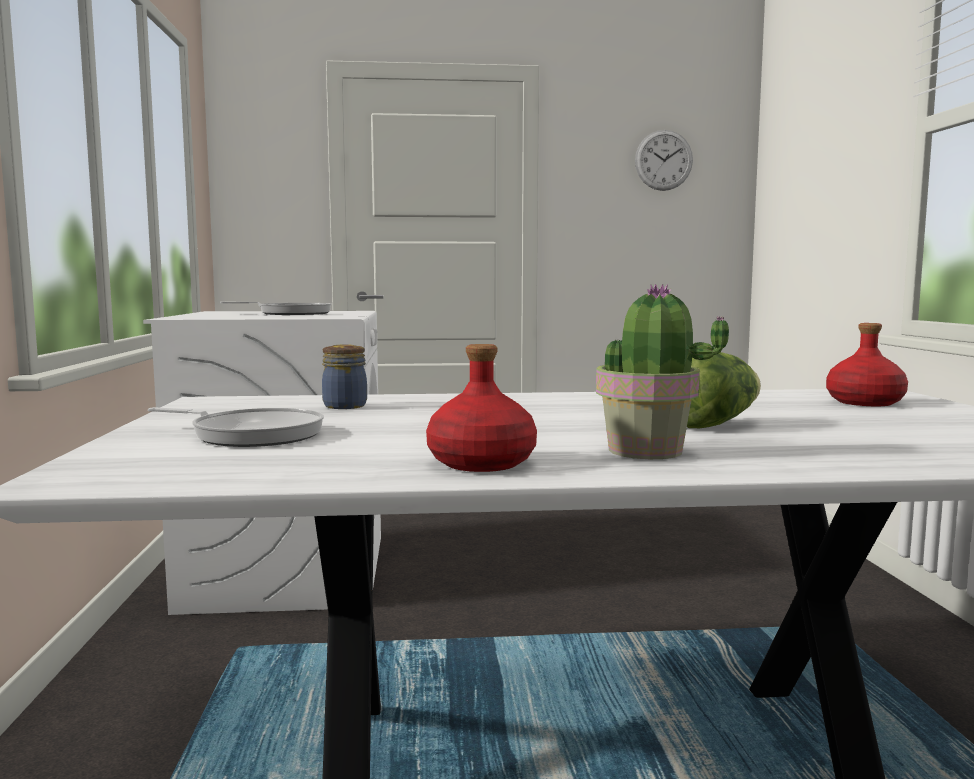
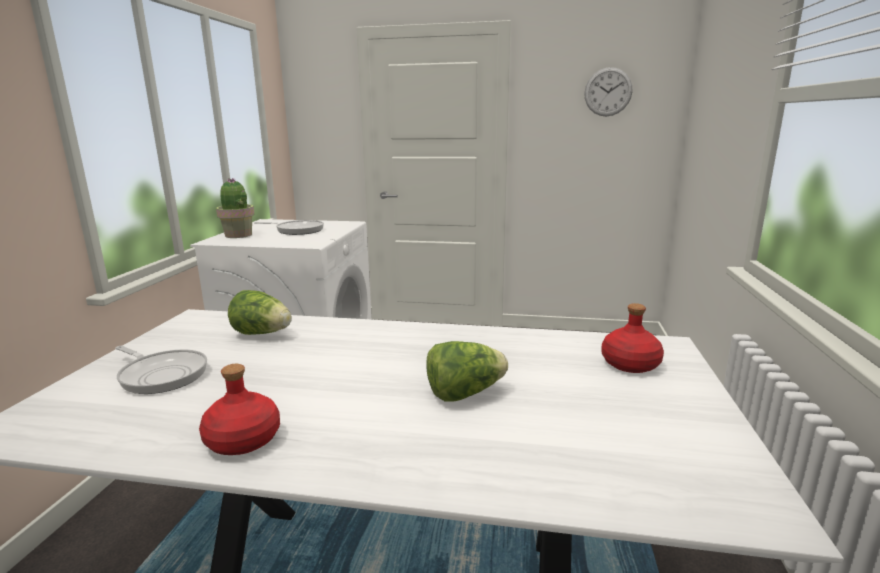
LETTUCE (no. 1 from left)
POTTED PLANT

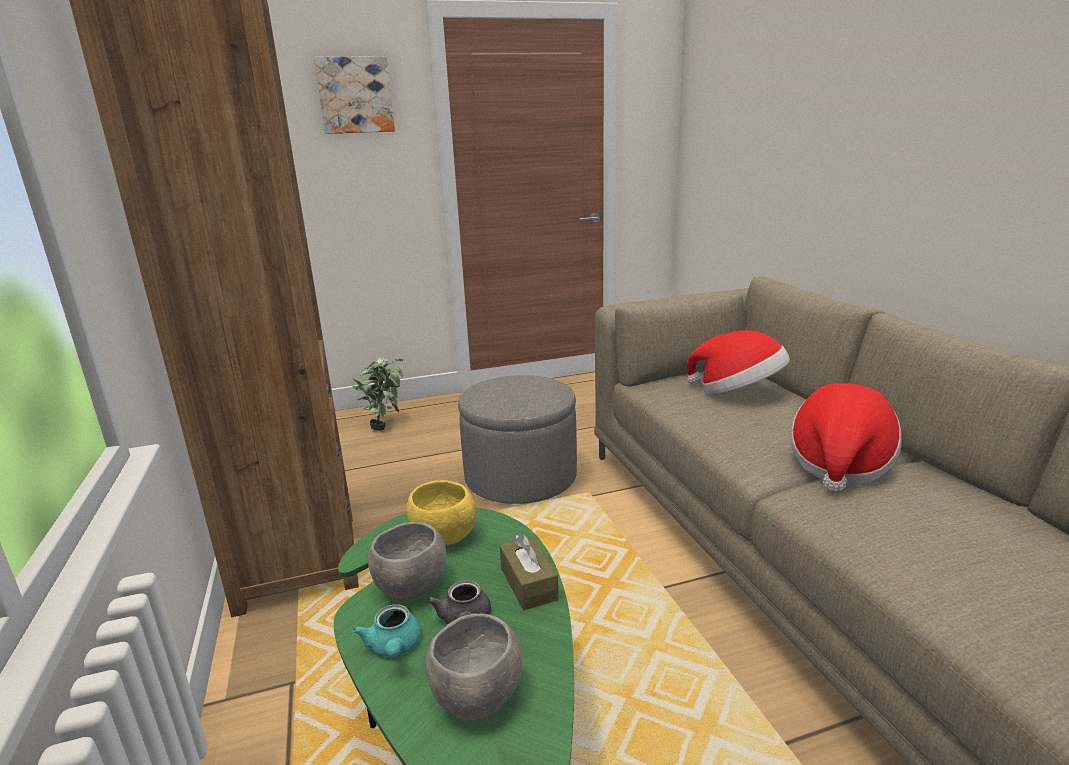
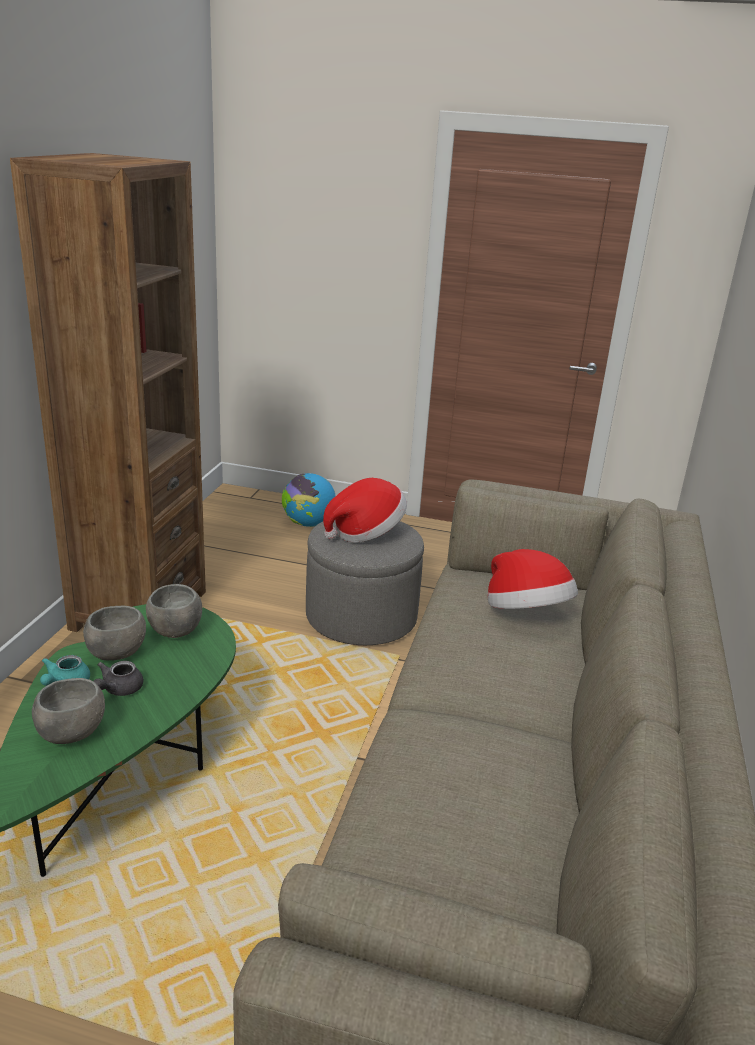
PICTURE
WORLD GLOBE
GRAY SERVING BOWL (no. 3 from left)
BROWNISH TISSUE HOLDER
HAT (no. 1 from left)

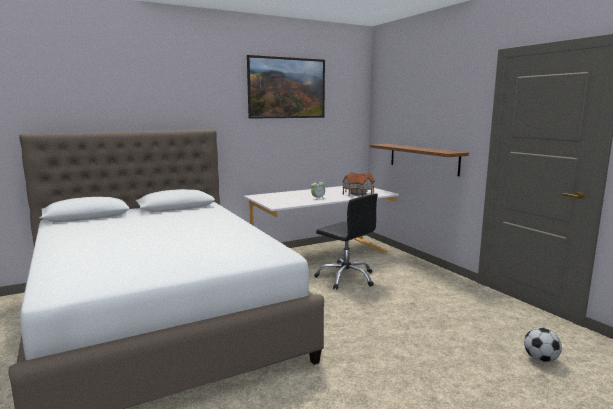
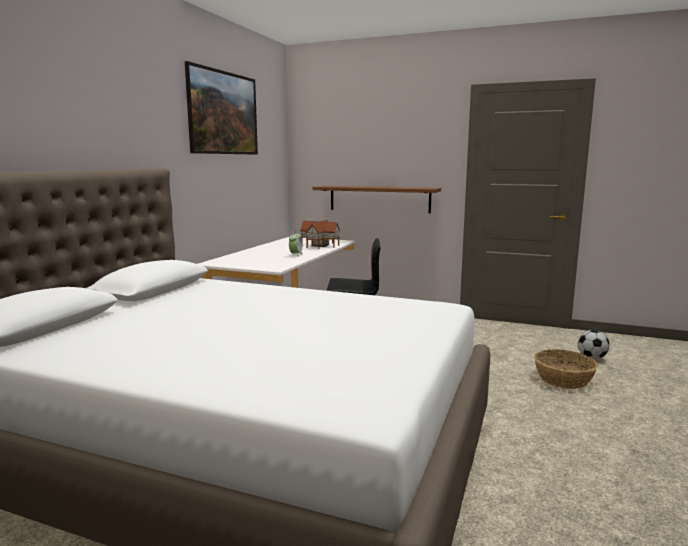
BASKET

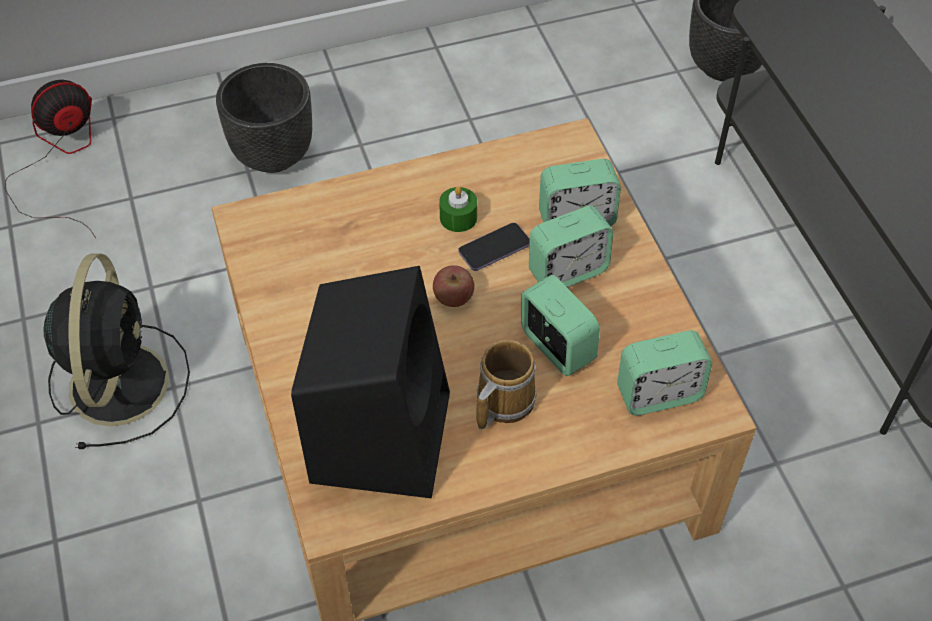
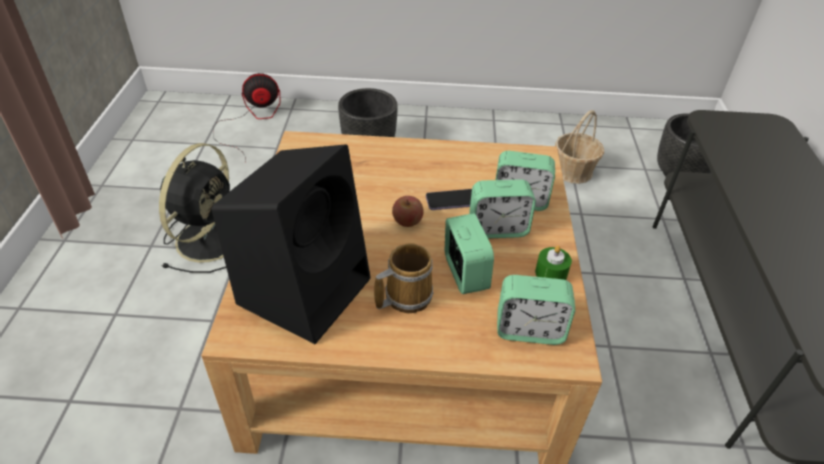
GREENISH WAX LIGHT
BASKET

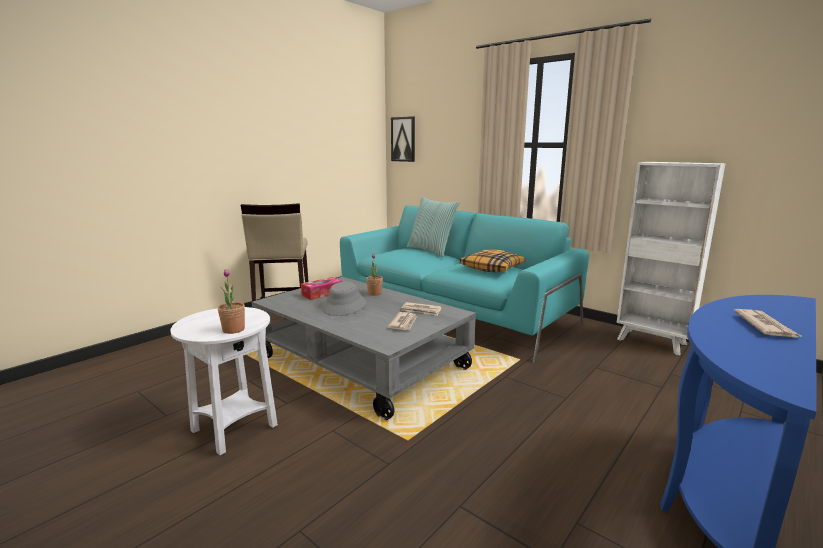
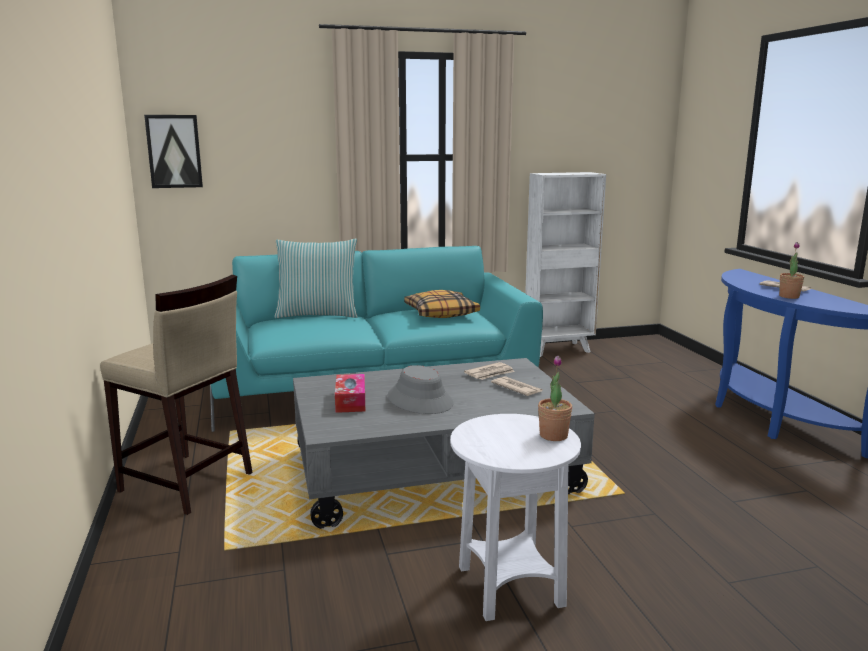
POTTED PLANT (no. 2 from left)

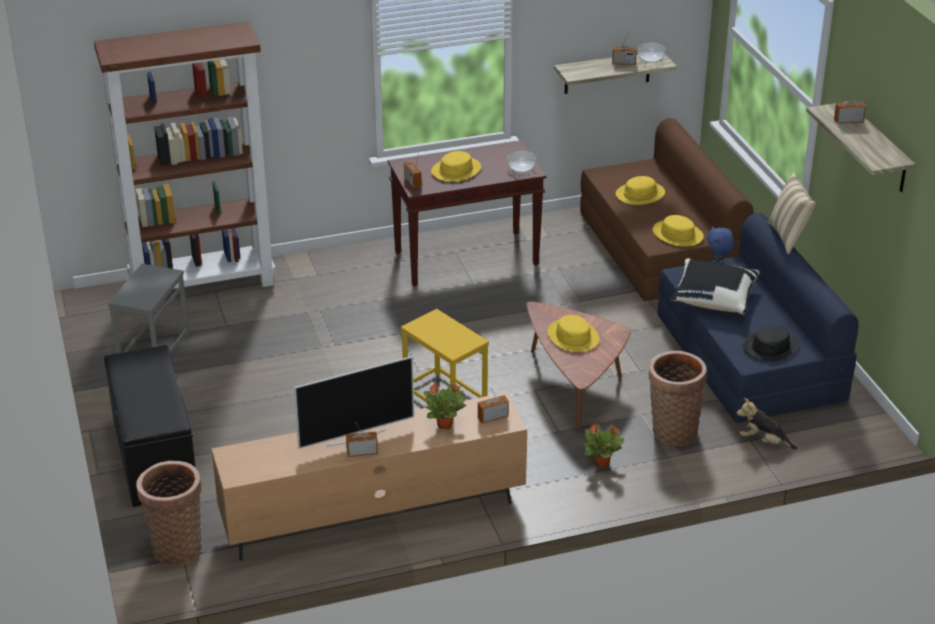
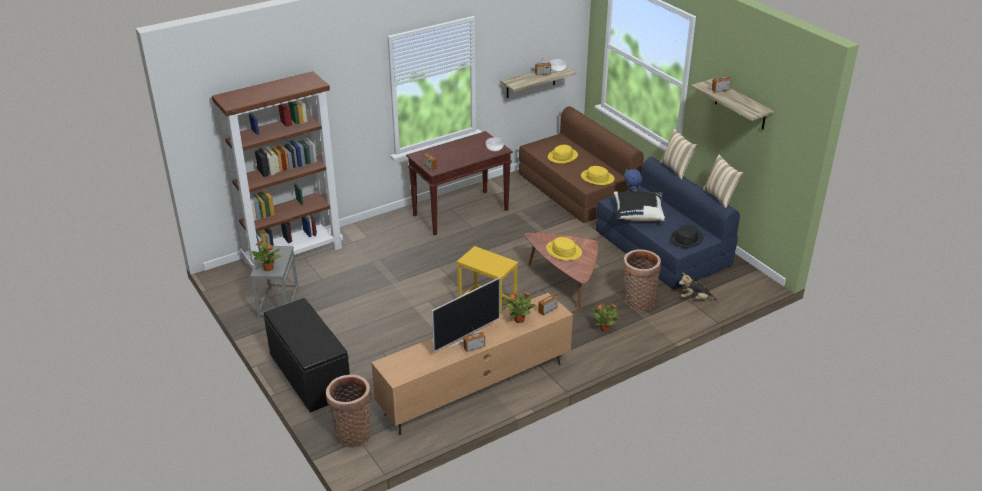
YELLOWISH HAT (no. 1 from left in the first image)
POTTED PLANT (no. 1 from left)
SAND-COLOURED PILLOW (no. 2 from left)

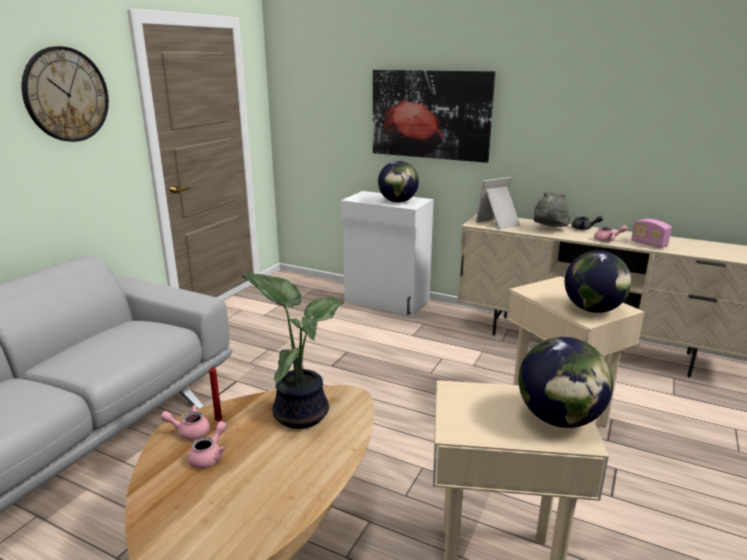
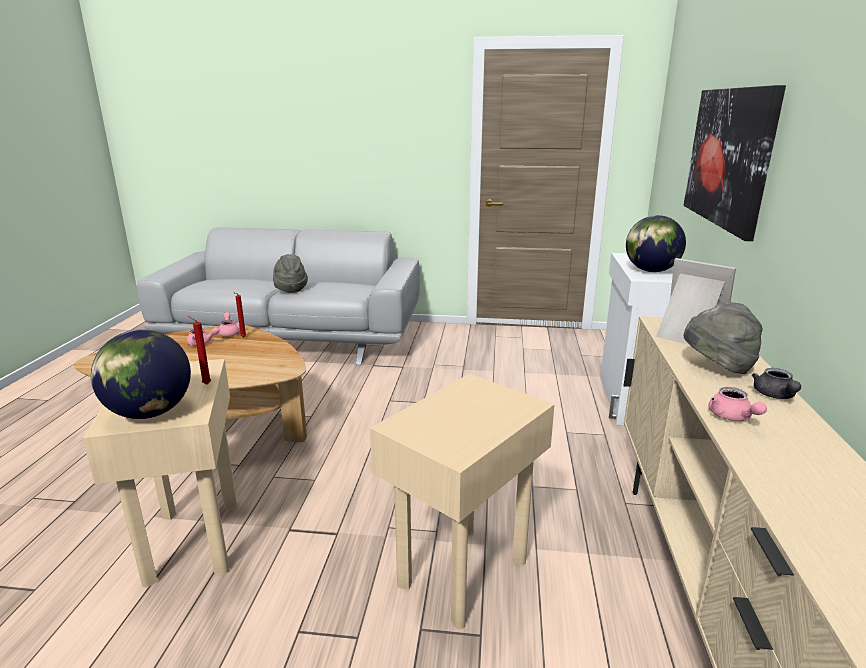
WALL CLOCK
POTTED PLANT
WORLD GLOBE (no. 3 from left in the first image)
RADIO SET
RED-COLOURED WAX LIGHT (no. 1 from left)
GRAY HAT (no. 1 from left)

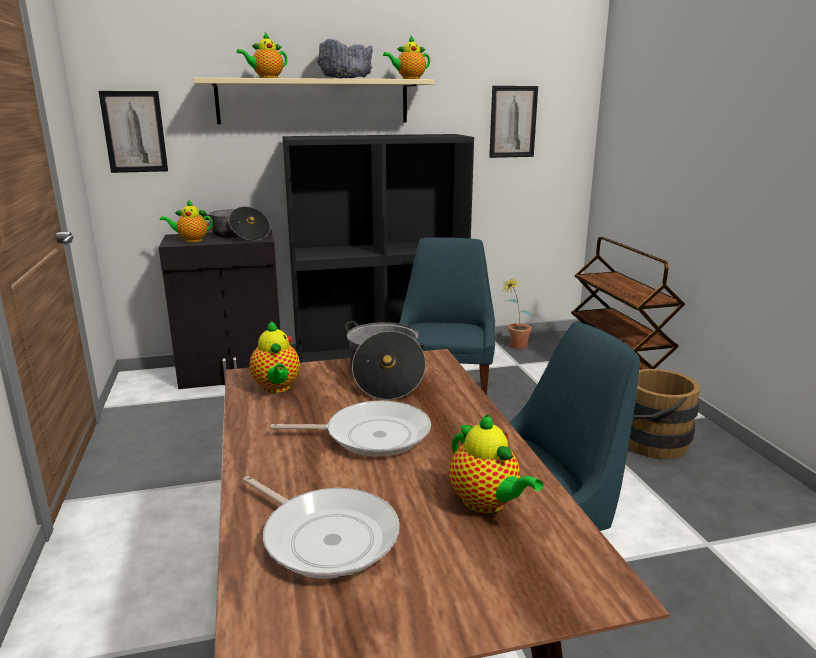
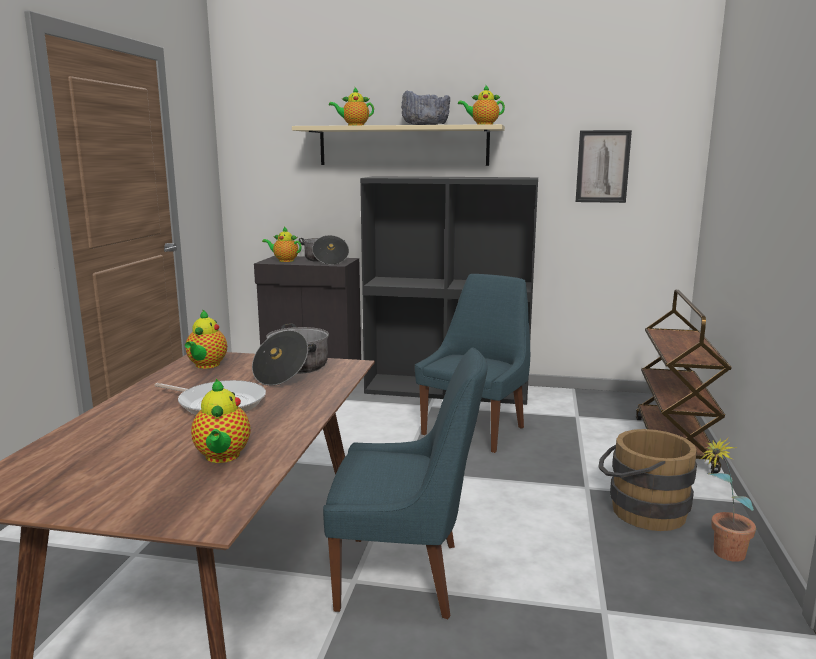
PICTURE (no. 1 from left in the first image)
FRYING PAN (no. 1 from left in the first image)
POTTED PLANT

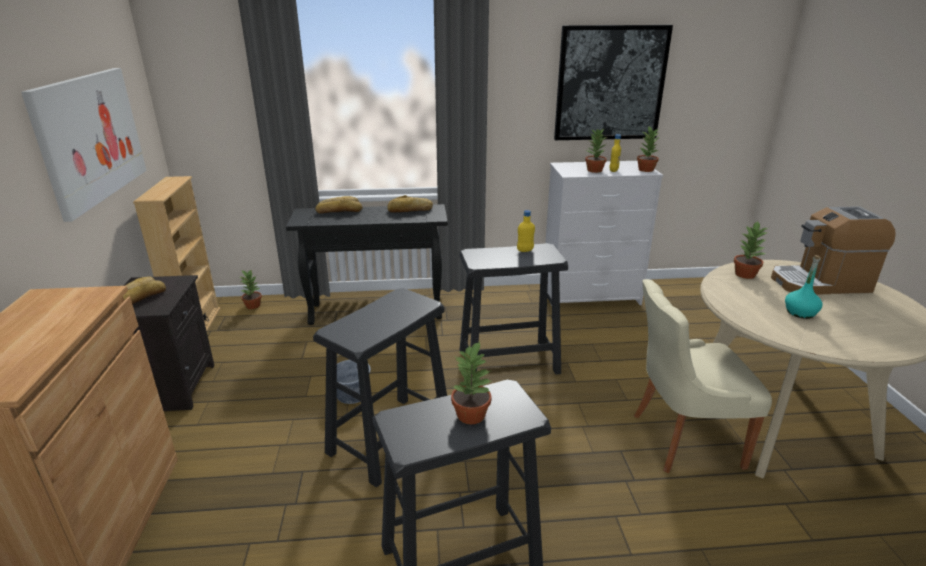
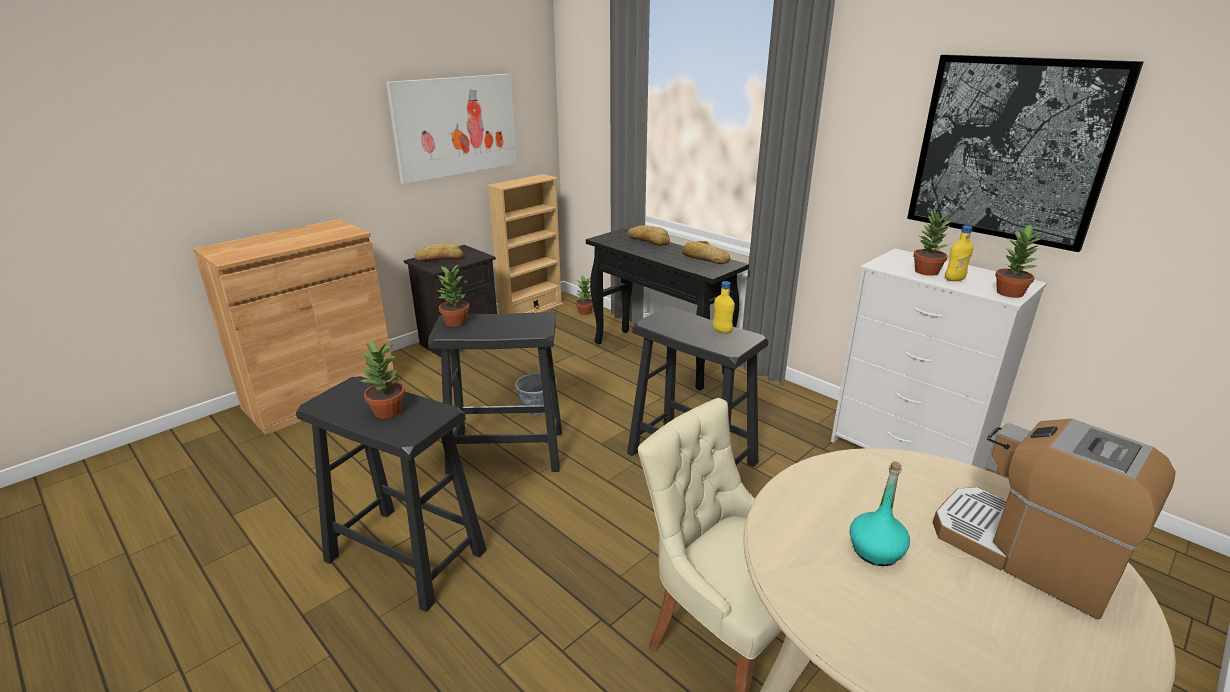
POTTED PLANT (no. 2 from left)

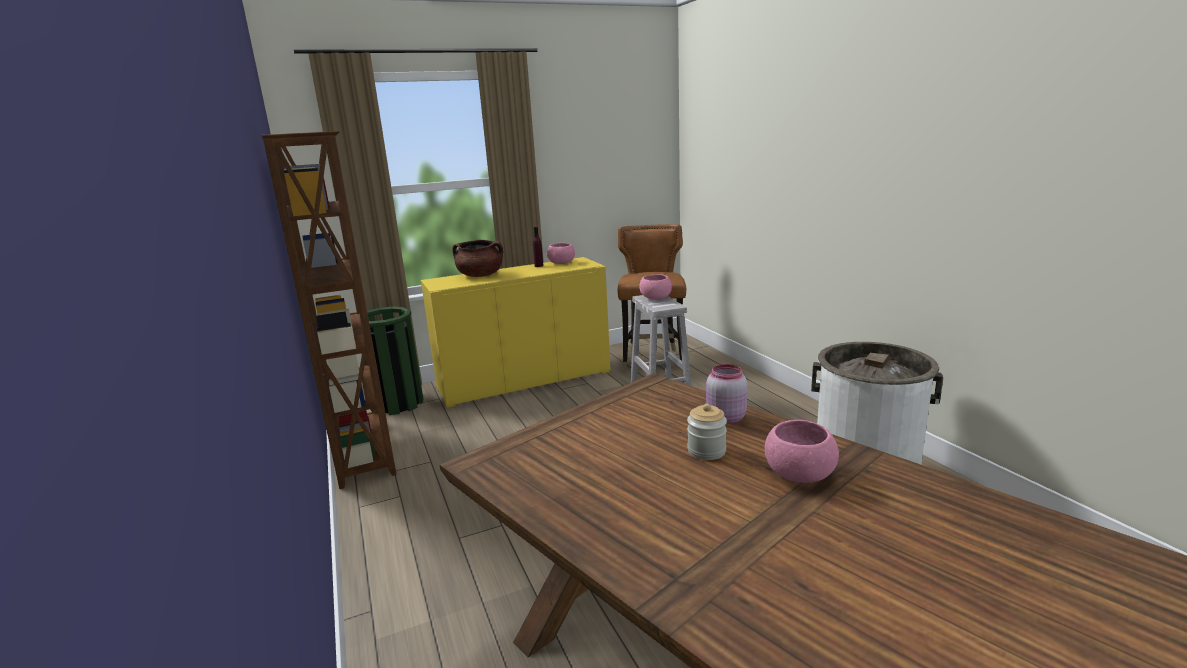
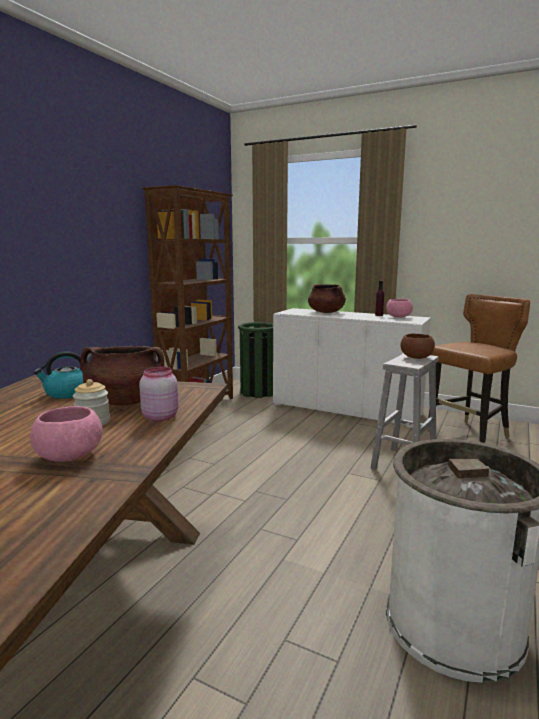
WHITE CUPBOARD
BROWNISH SERVING BOWL
WATER KETTLE
BROWNISH SAUCEPOT (no. 1 from left)

